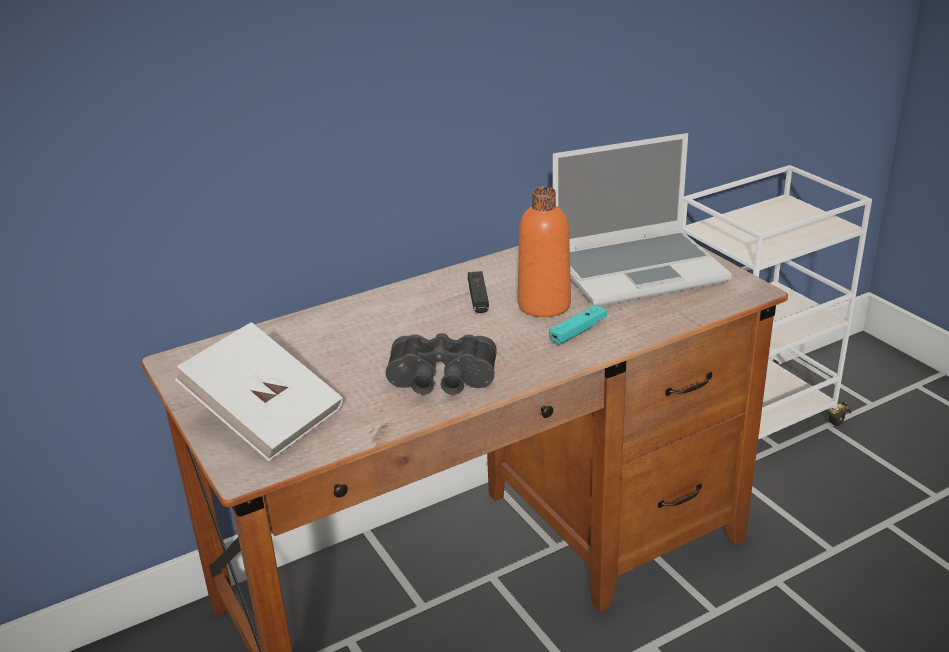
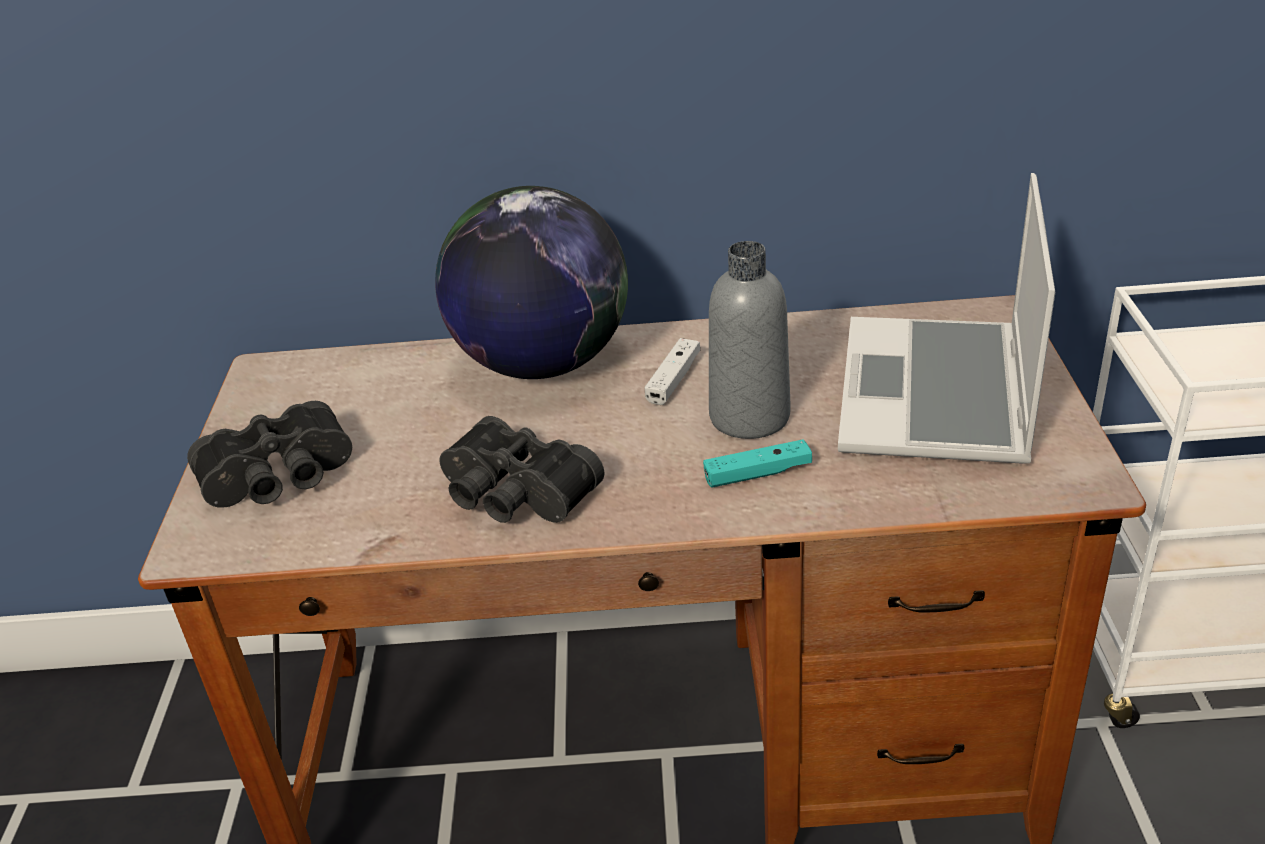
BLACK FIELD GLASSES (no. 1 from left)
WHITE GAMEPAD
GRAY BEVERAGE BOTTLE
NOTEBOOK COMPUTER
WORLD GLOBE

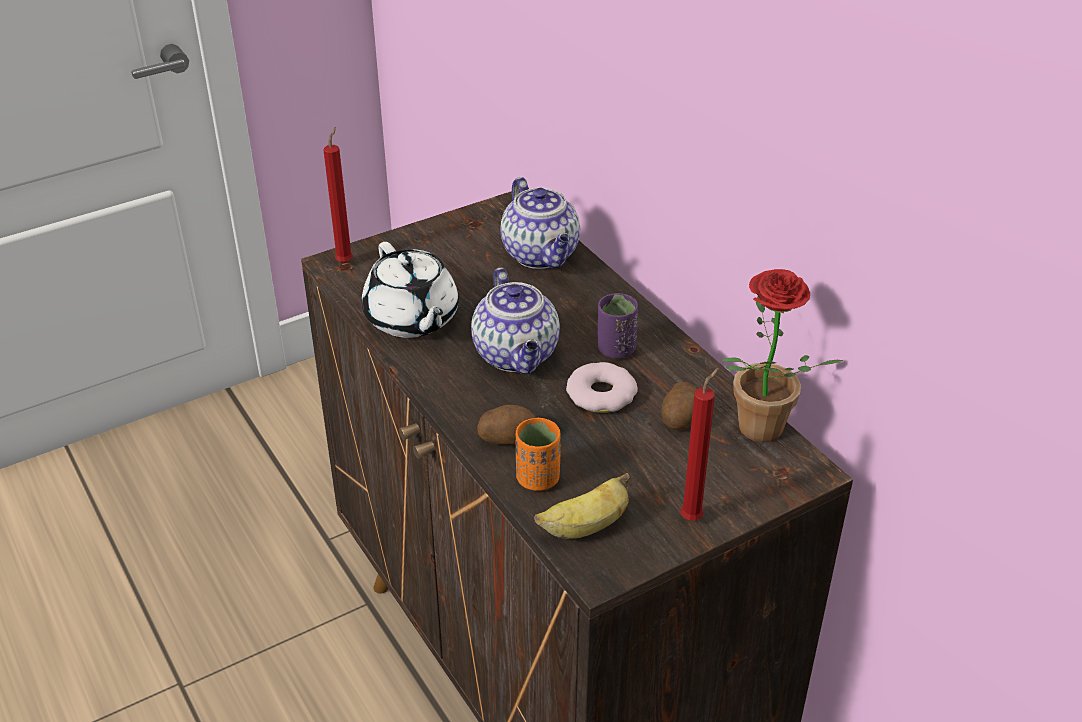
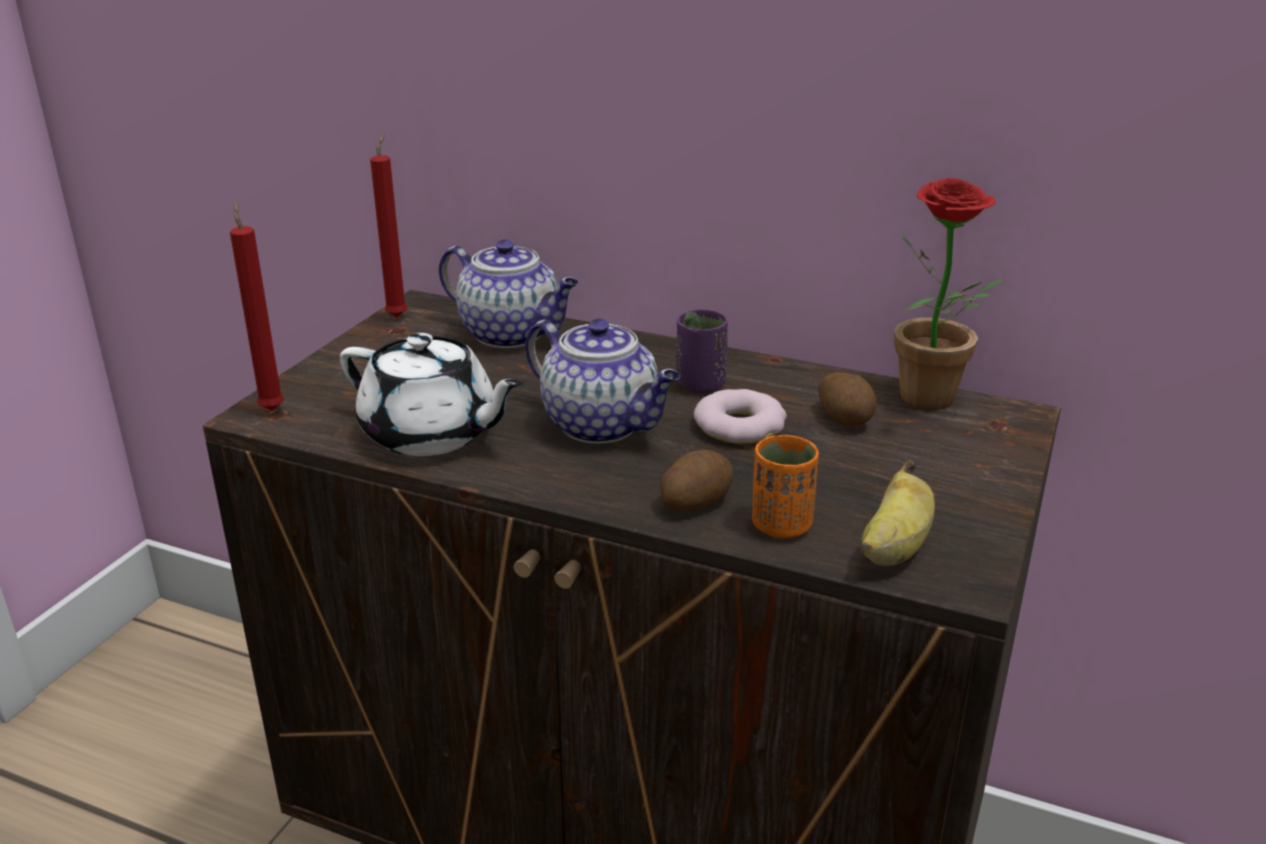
RED-COLOURED WAX LIGHT (no. 2 from left)

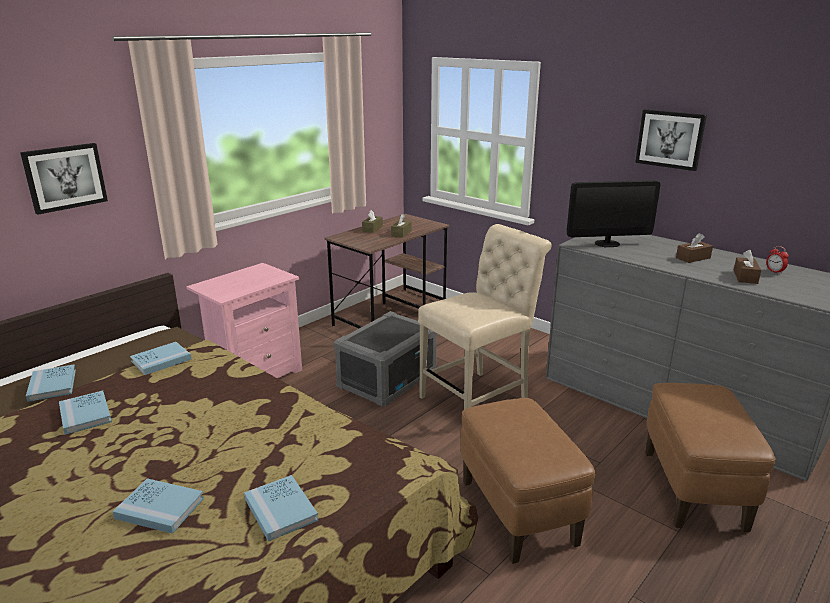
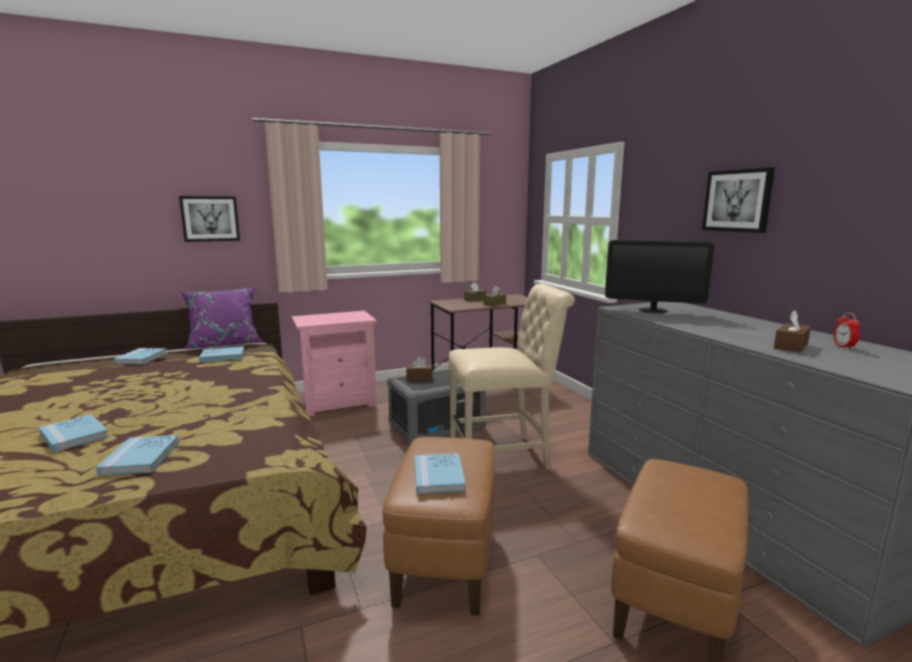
BLUISH BOOK (no. 5 from left)
BROWNISH TISSUE HOLDER (no. 1 from left)
PURPLE-COLOURED PILLOW

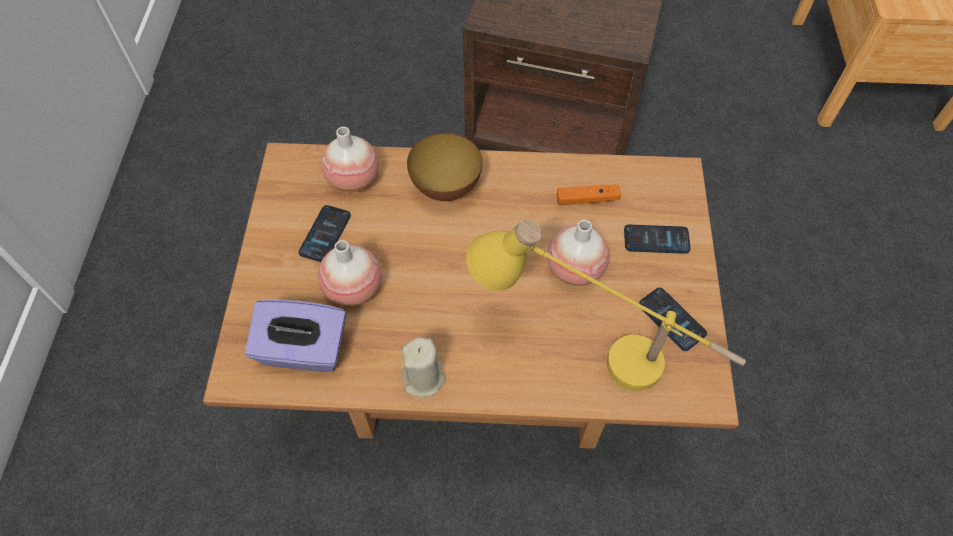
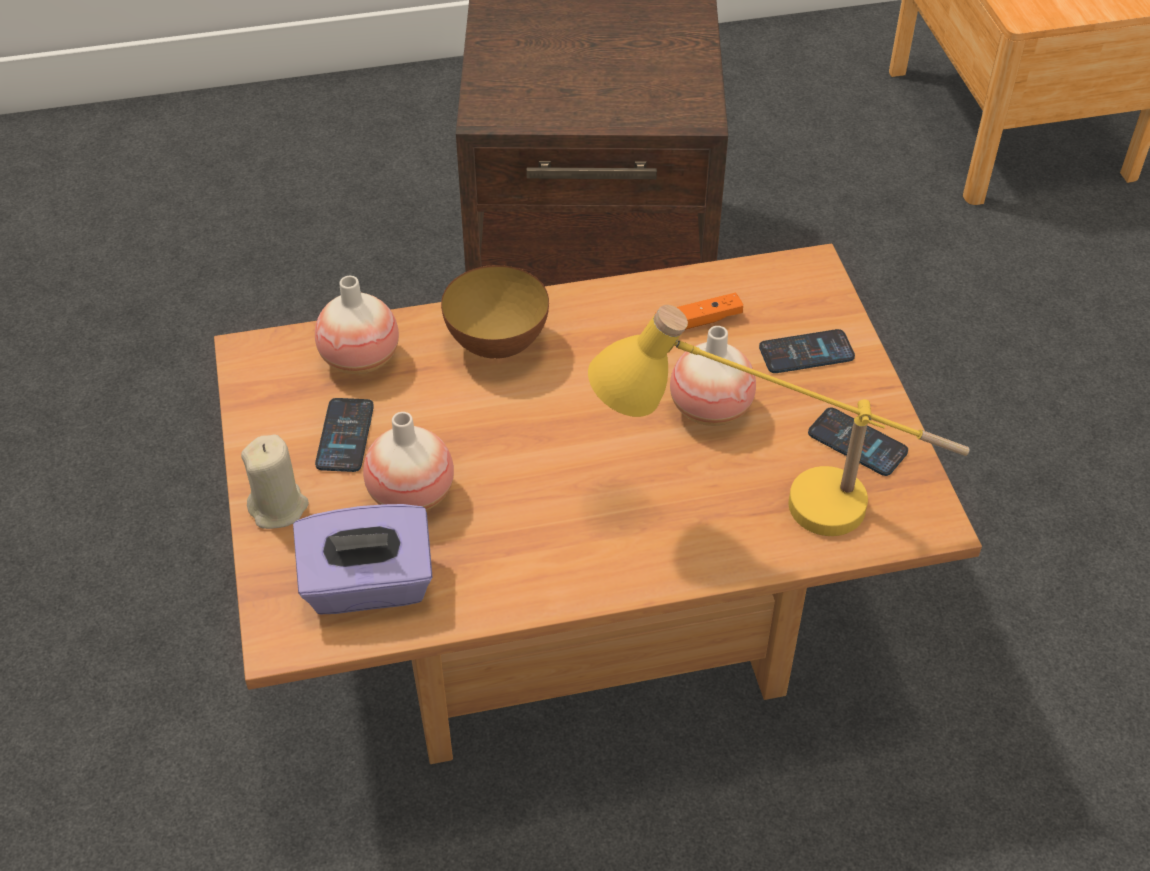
SAND-COLOURED WAX LIGHT

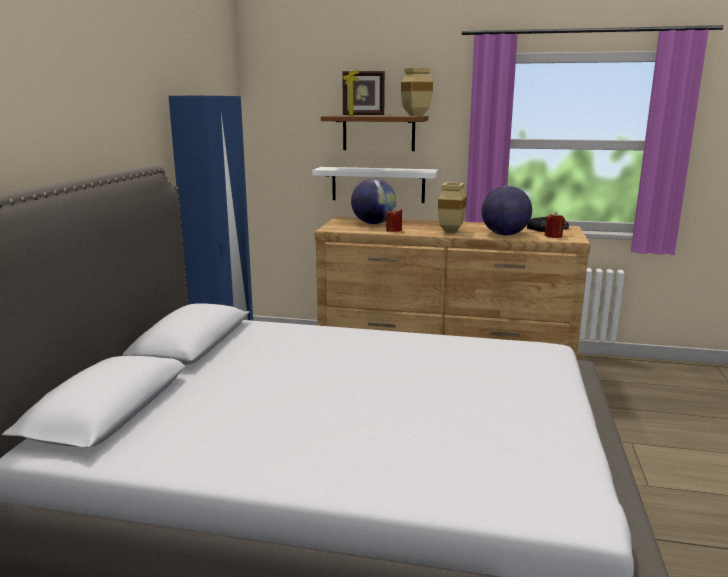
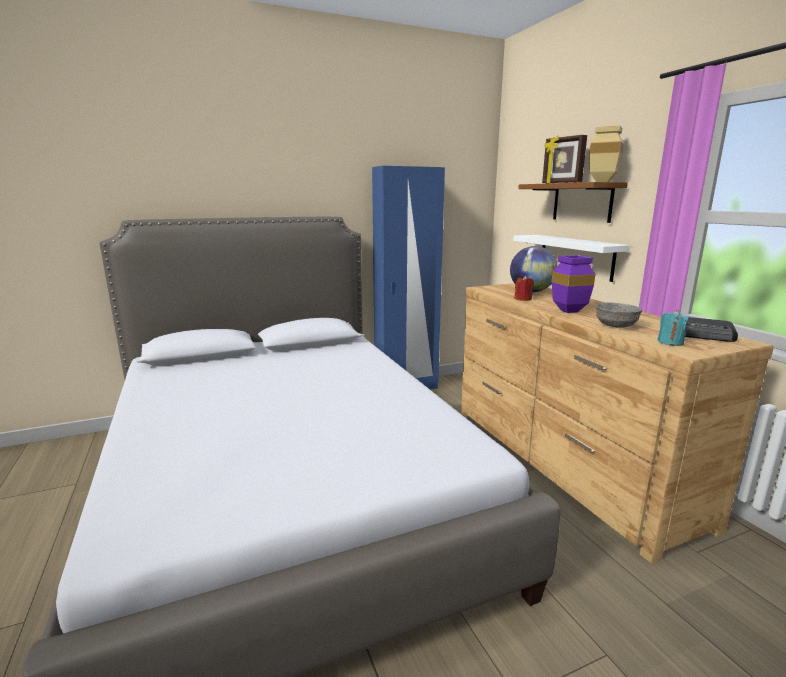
PURPLE-COLOURED DECORATIVE VASE
GRAY SERVING BOWL
BLUE-GREEN WAX LIGHT

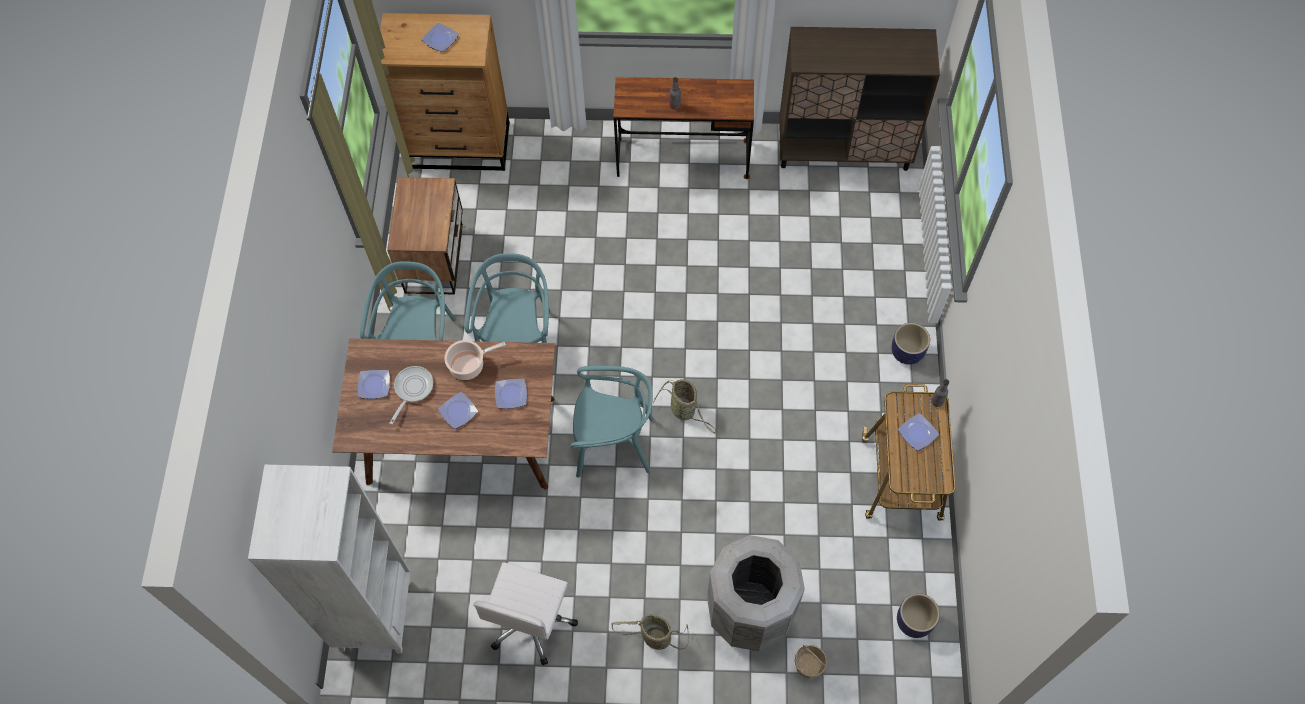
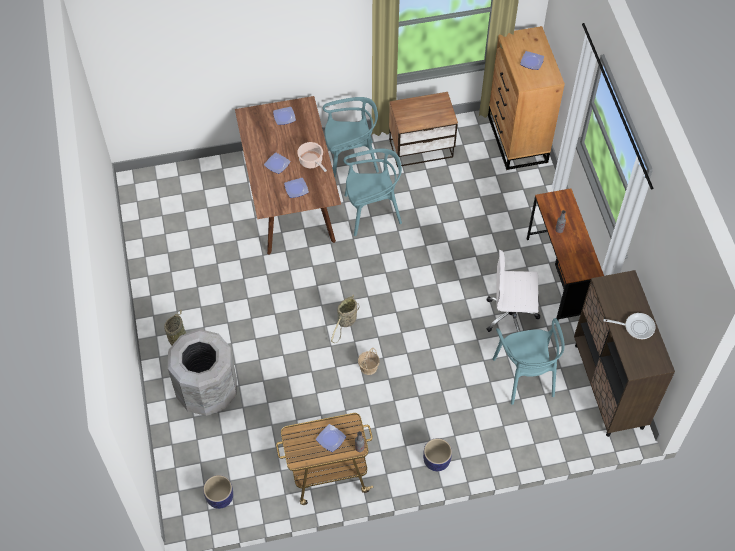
WHITE BOOKSHELF
FRYING PAN
WHITE OFFICE CHAIR
BLUE-GREEN PLAIN CHAIR (no. 3 from left)
BASKET (no. 3 from left)

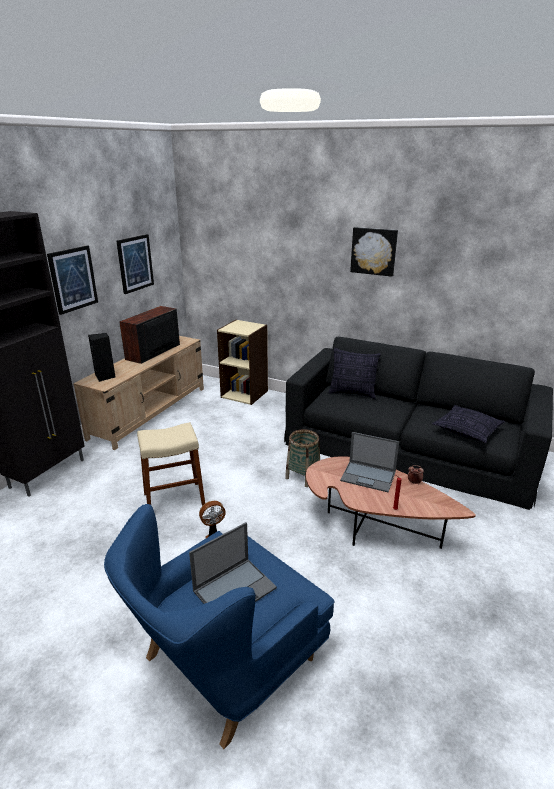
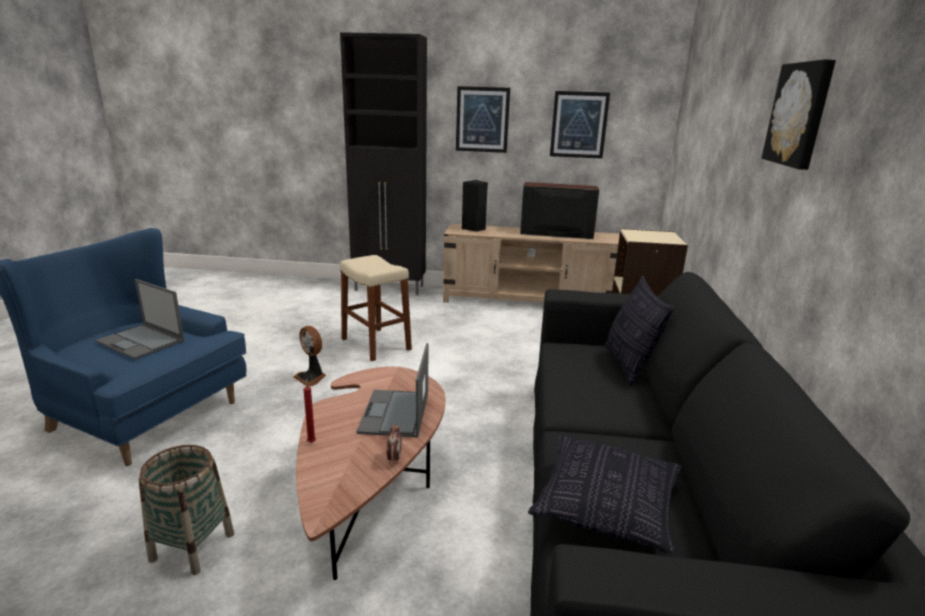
BASKET

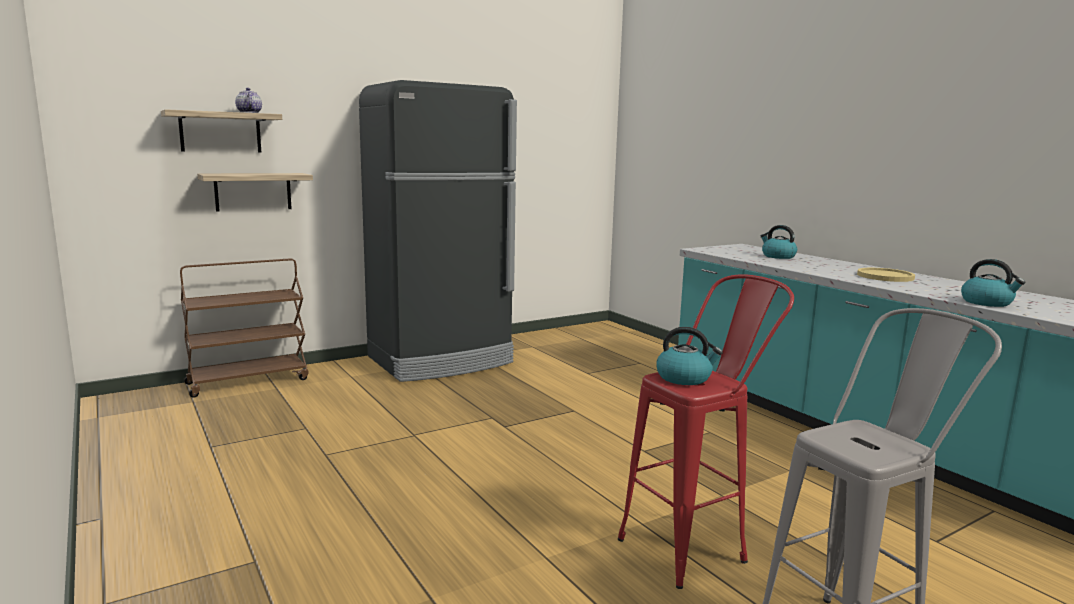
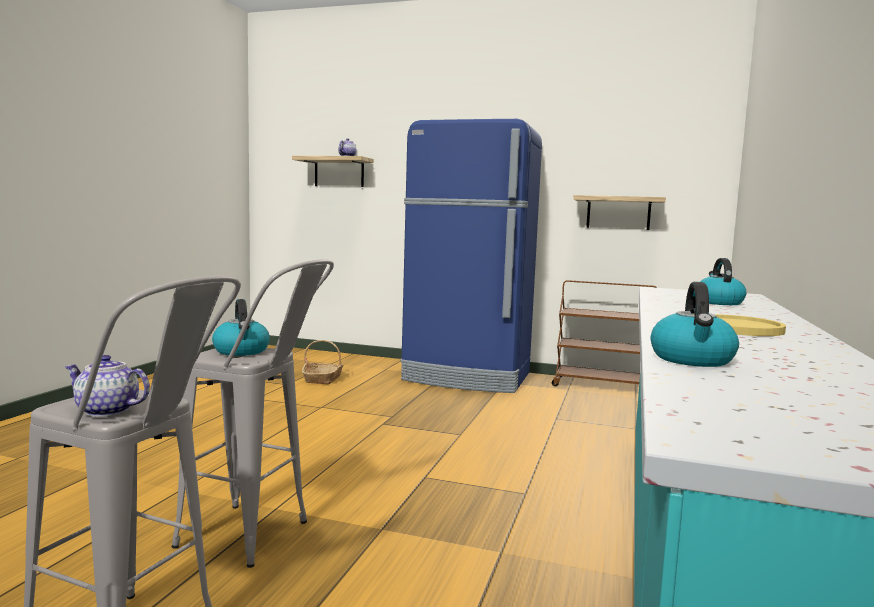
BROWNISH TROLLEY
BRACKET SHELF (no. 2 from left)
BLUISH REFRIGERATOR
GRAY SITTING STOOL (no. 2 from left)
POT FOR TEA (no. 1 from left)
BASKET

